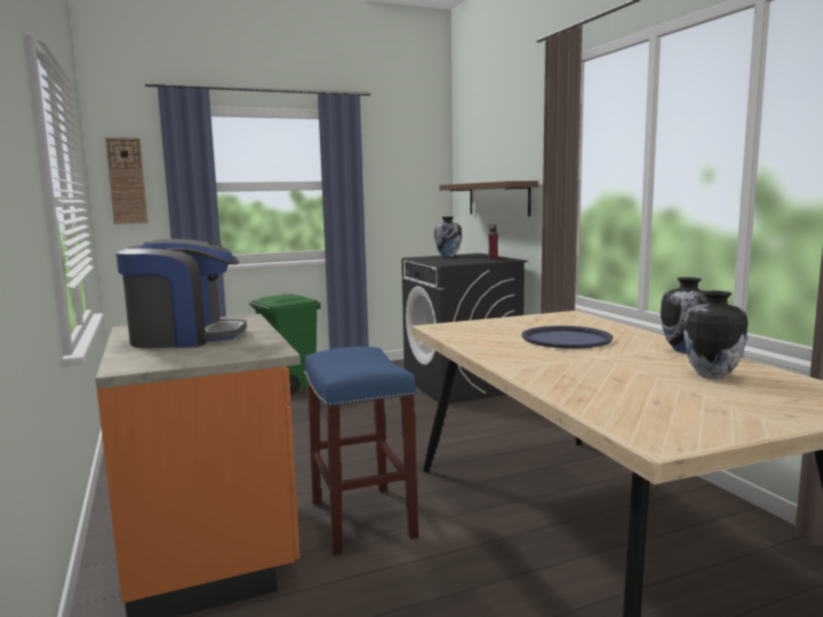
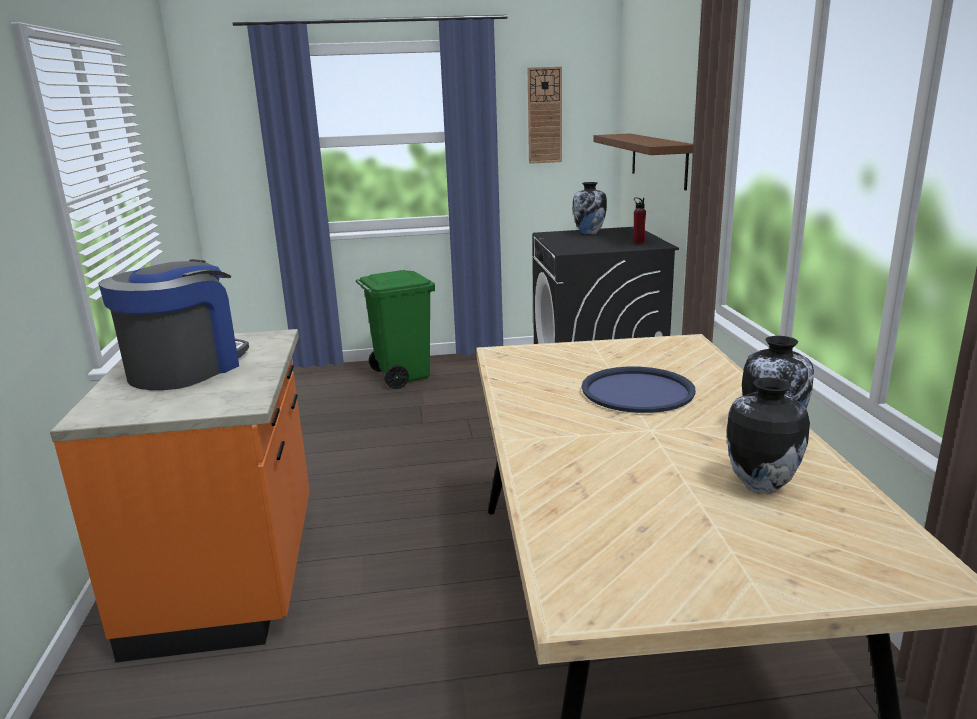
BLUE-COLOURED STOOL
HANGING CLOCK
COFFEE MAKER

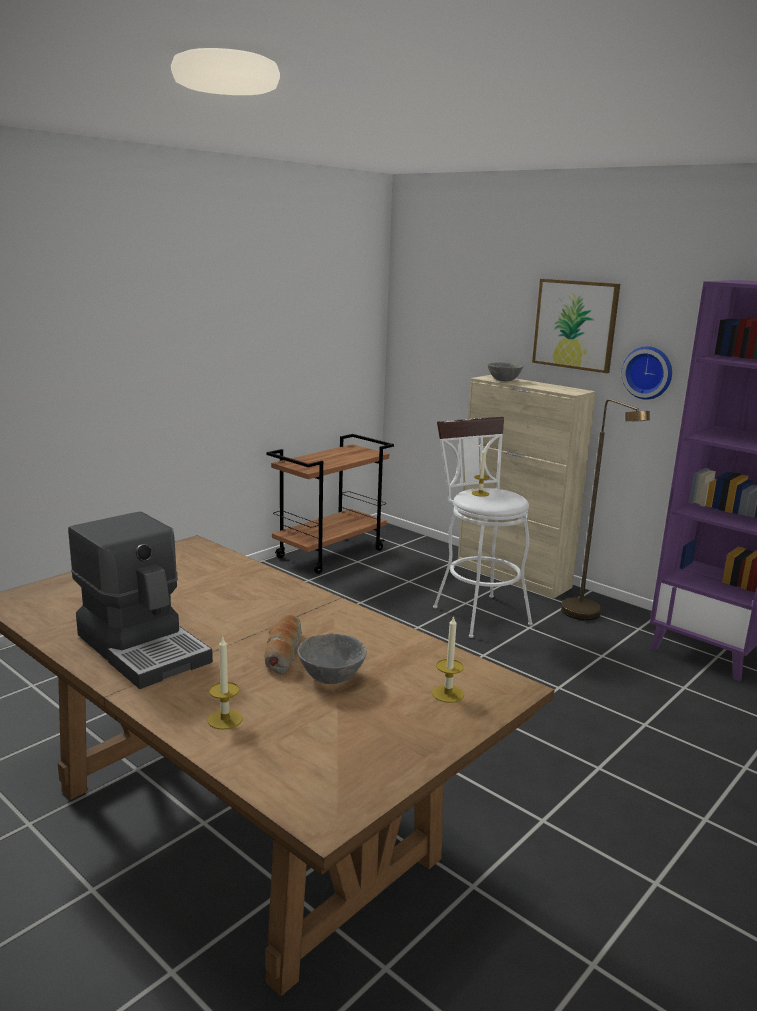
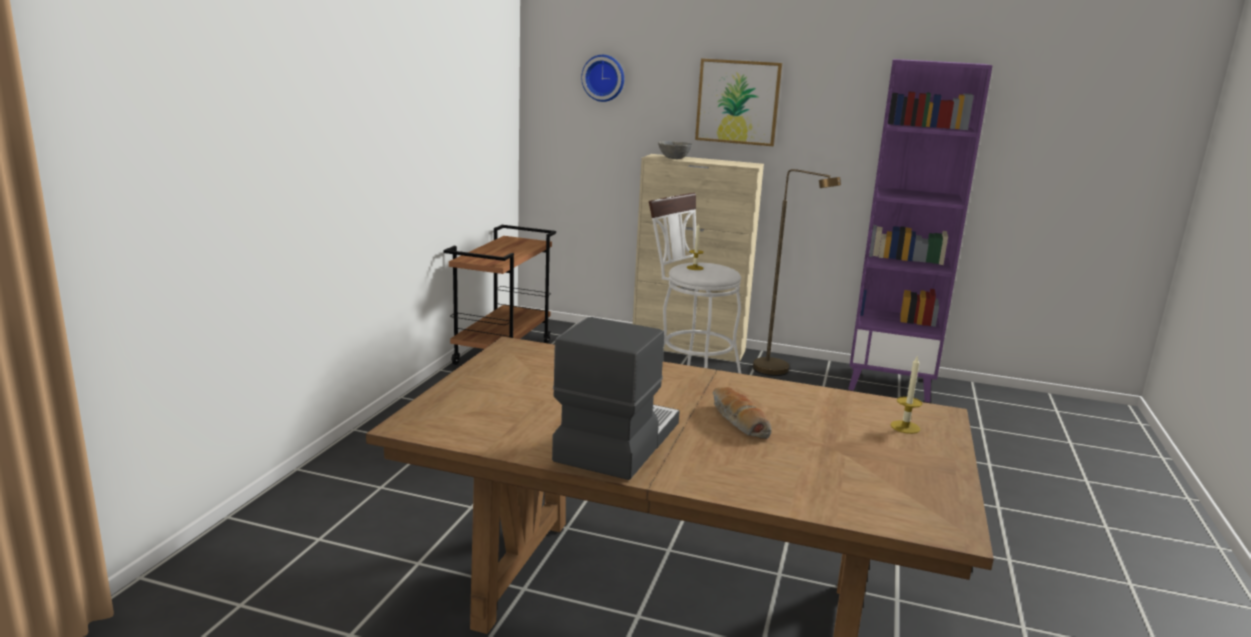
CANDLE (1st from left in the first image)
GREYISH DEEP DISH (1st from left in the first image)
HANGING CLOCK
COFFEE MAKER

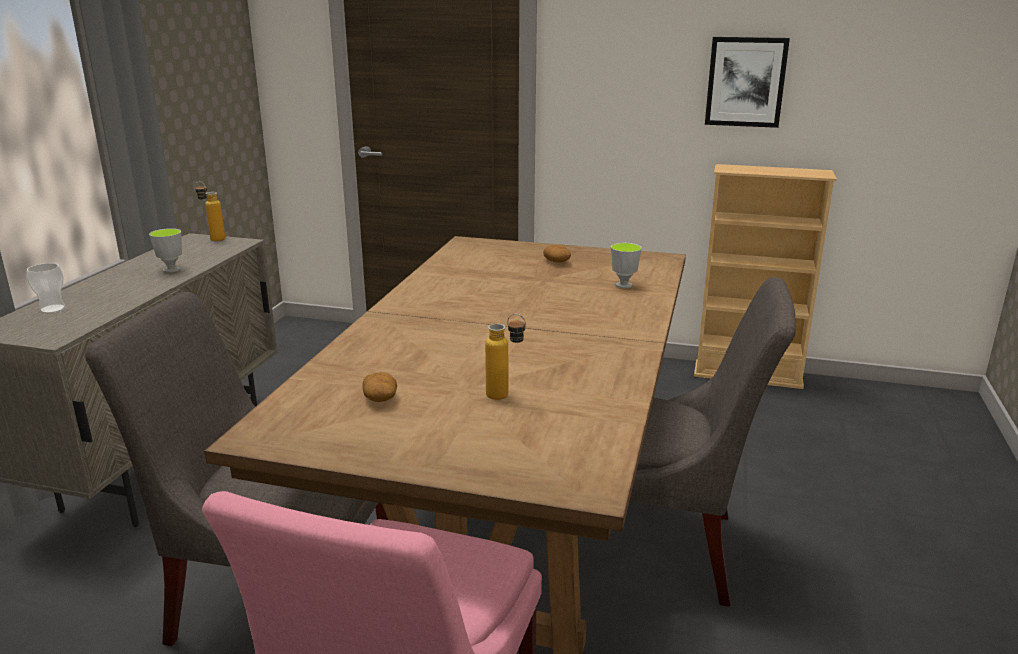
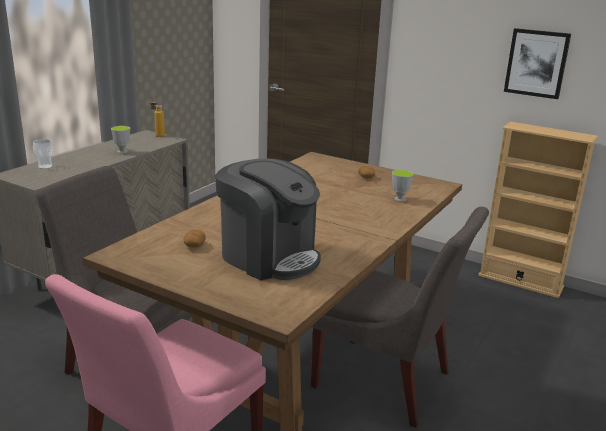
COFFEE MAKER

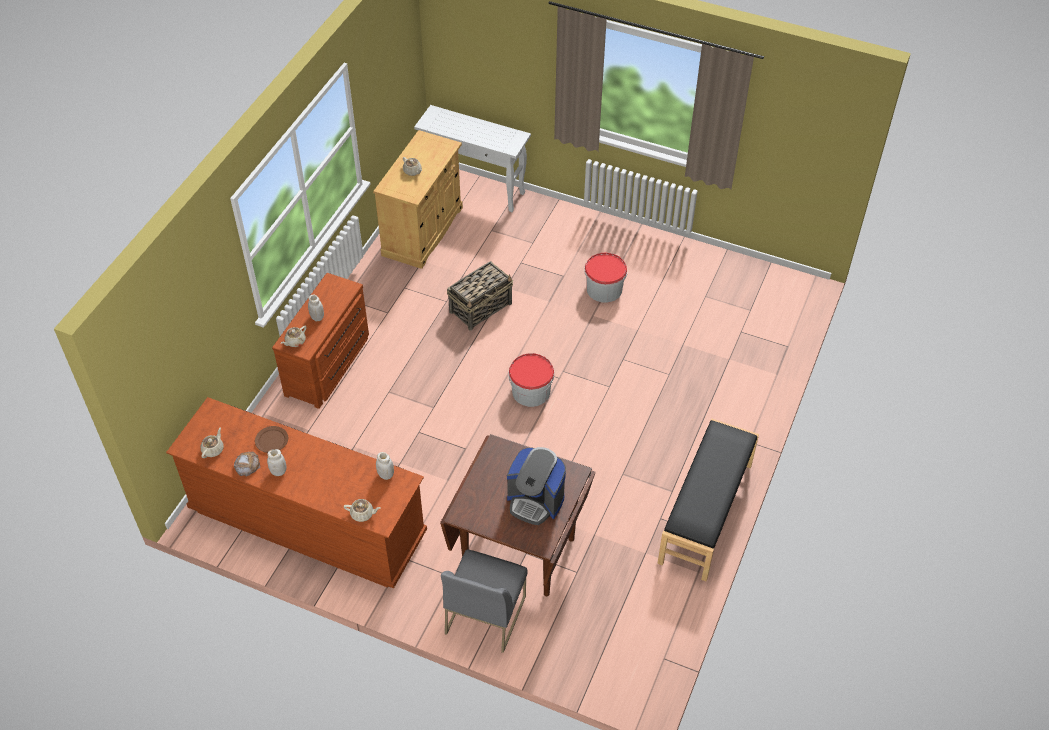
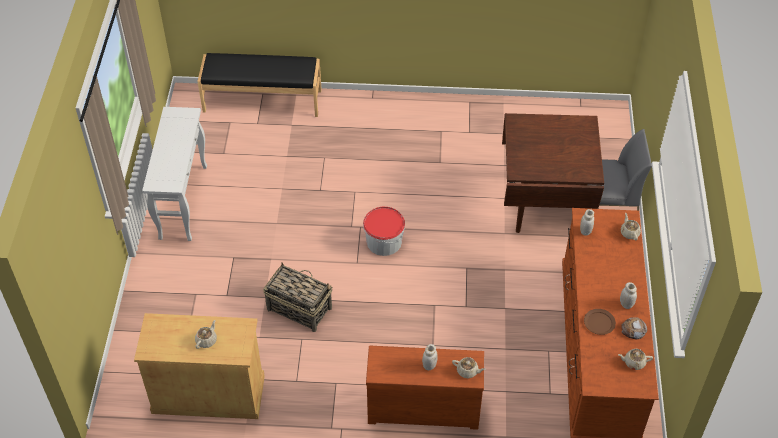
COFFEE MAKER
BUCKET (2nd from left in the first image)
WHITISH CONSOLE TABLE
BLACKISH BENCH

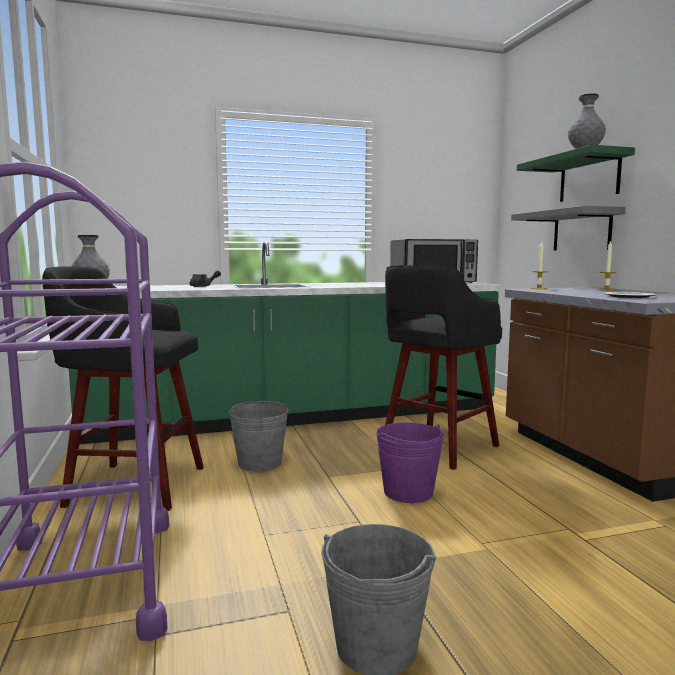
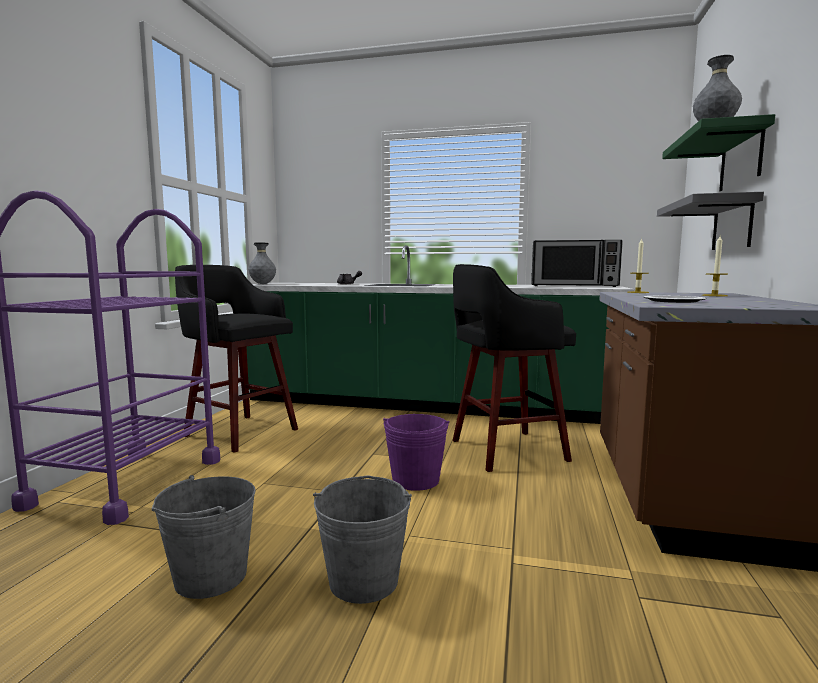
GREYISH BUCKET (2nd from left)

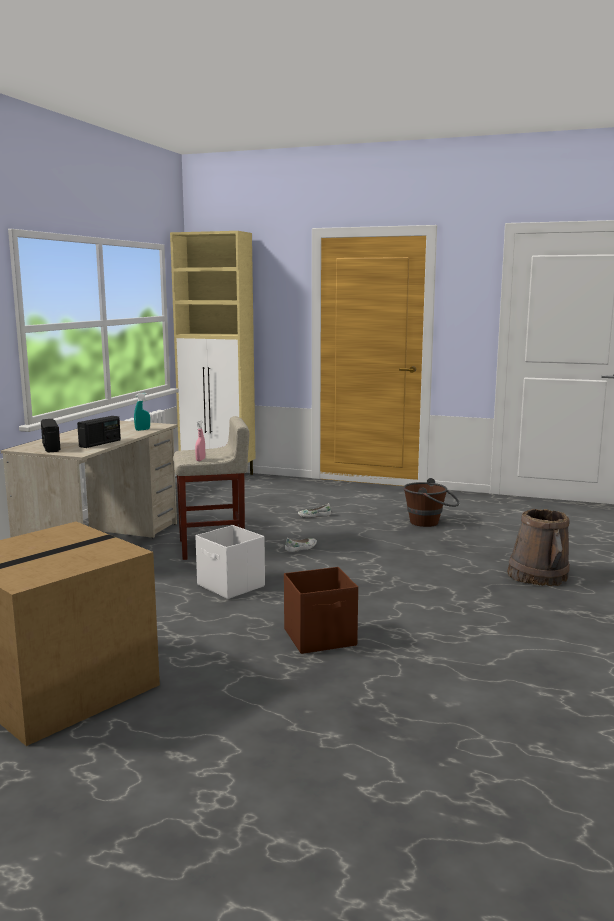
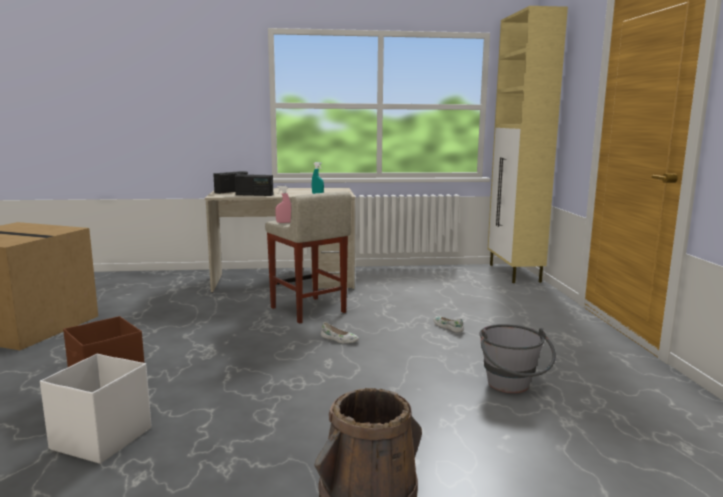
WHITISH STORAGE BOX
GREYISH BUCKET

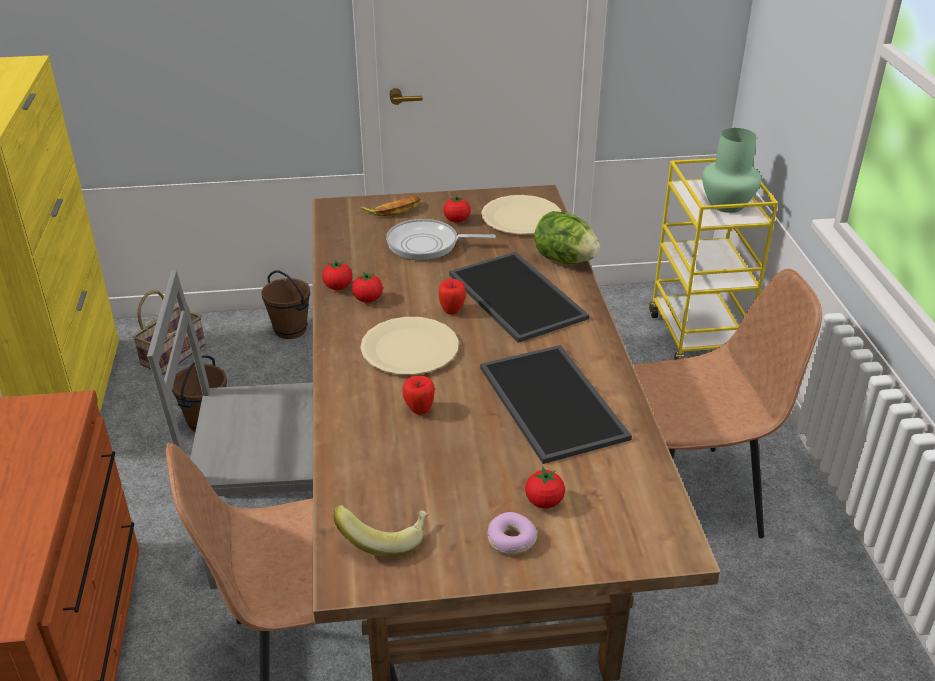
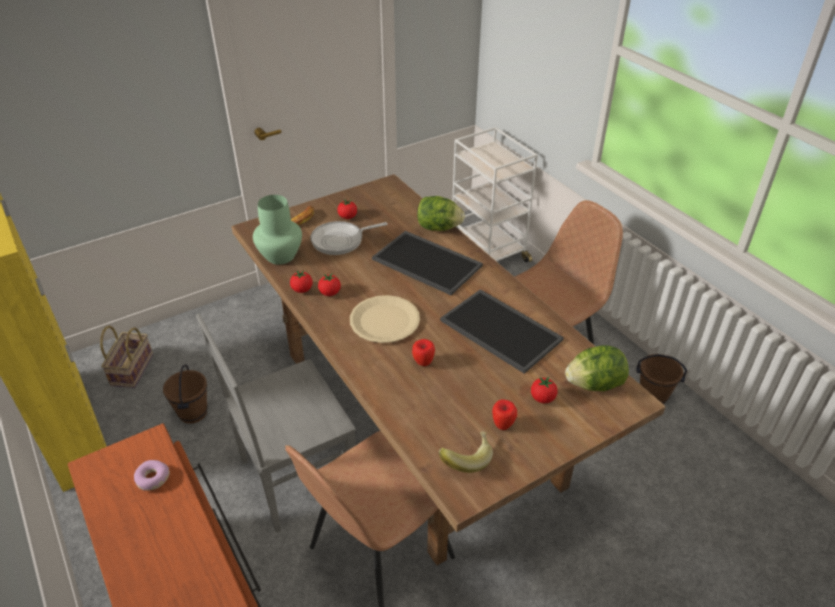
BEIGE DINNER PLATE (2nd from left in the first image)
LETTUCE HEAD (2nd from left)
BROWN-COLOURED BUCKET (2nd from left)
APPLE (2nd from left)
DONUT
GREEN VASE
WHITISH WHEELED CART

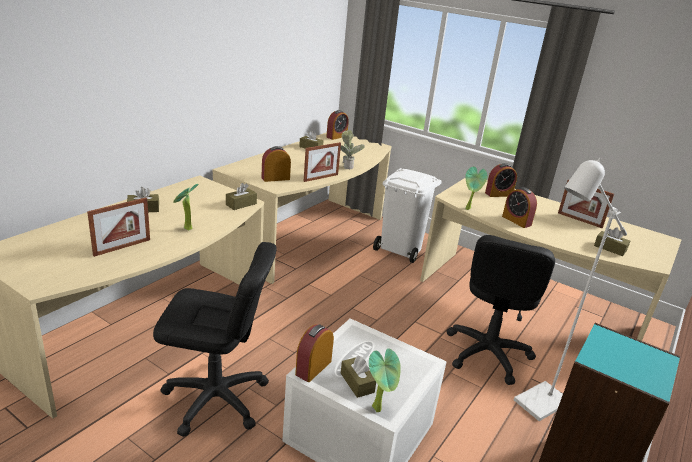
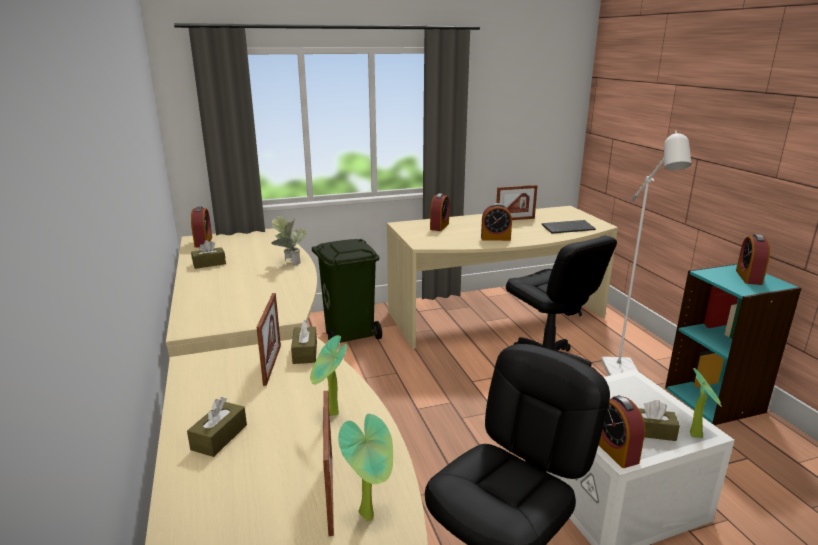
TABLE CLOCK (5th from left)
PHOTO FRAME (1st from left)
HOUSEPLANT (3rd from left)
PC KEYBOARD
GREEN WASTE BIN

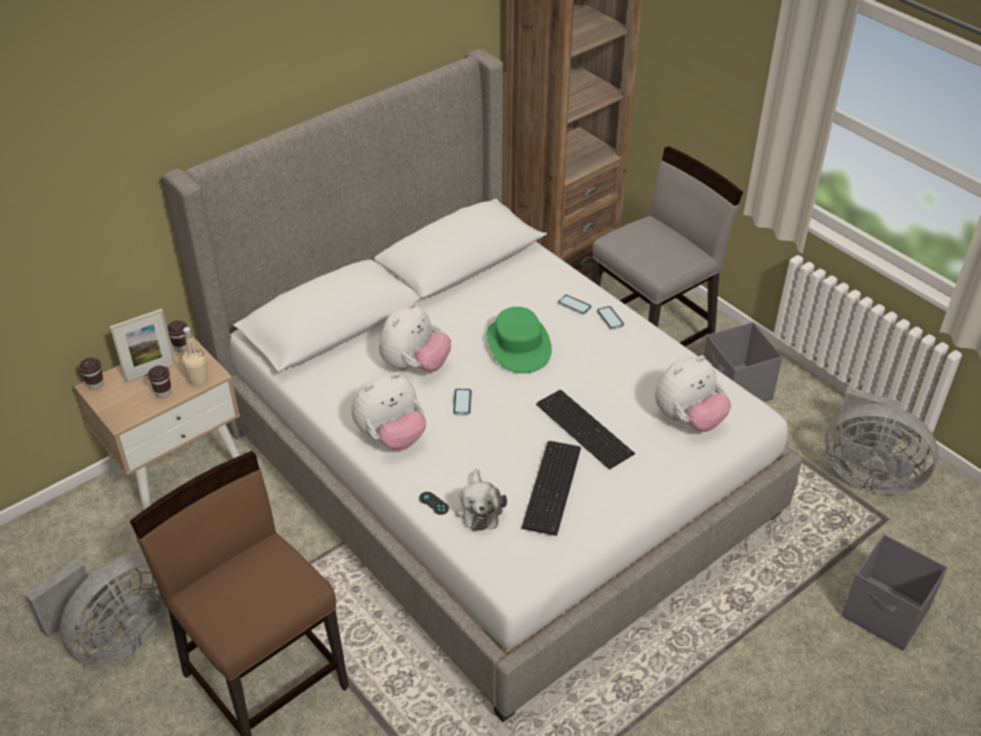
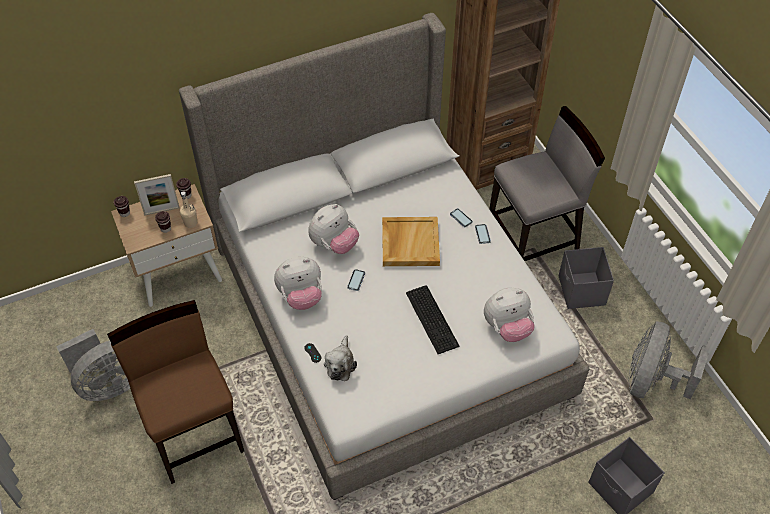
PC KEYBOARD (1st from left in the first image)
BEIGE SERVING TRAY
GREYISH ELECTRIC FAN (2nd from left)

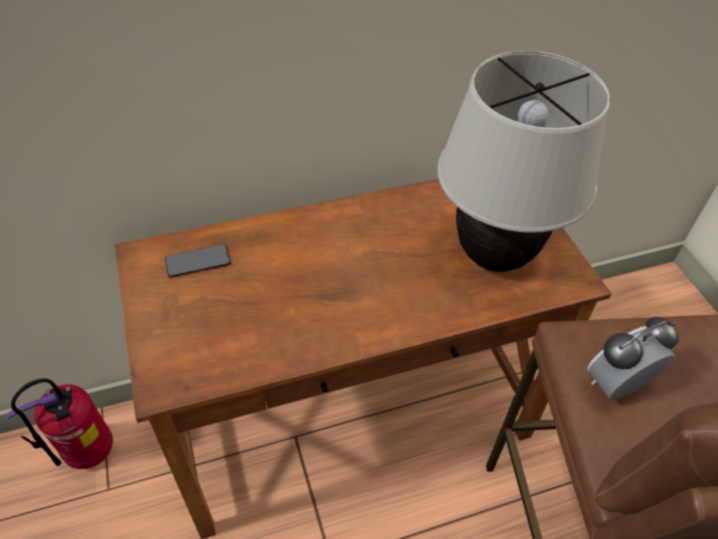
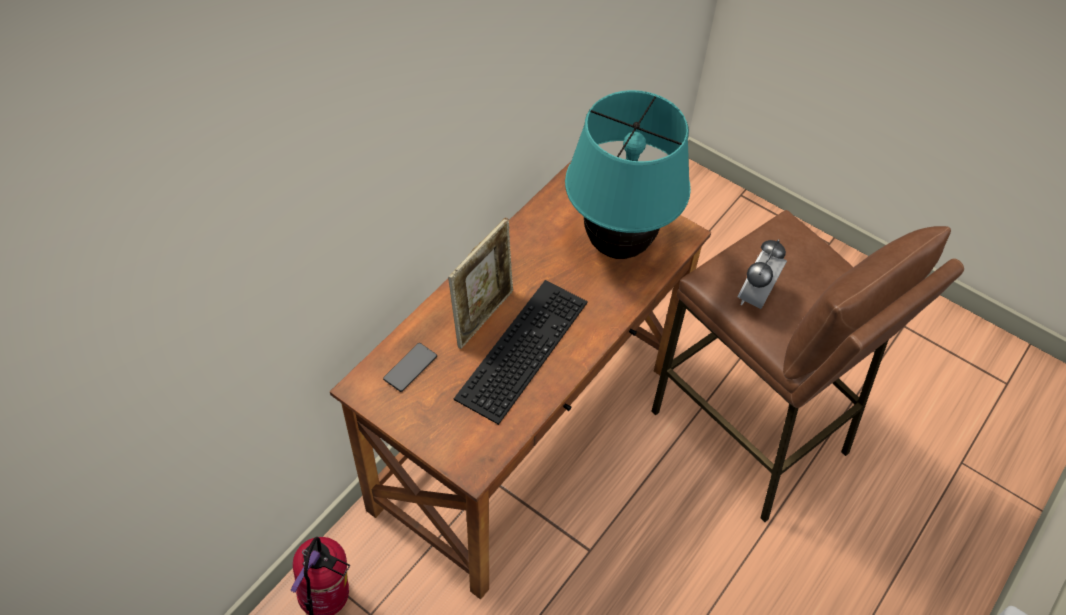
PHOTO FRAME
PC KEYBOARD
BLUE-GREEN LAMP FOR A TABLE

